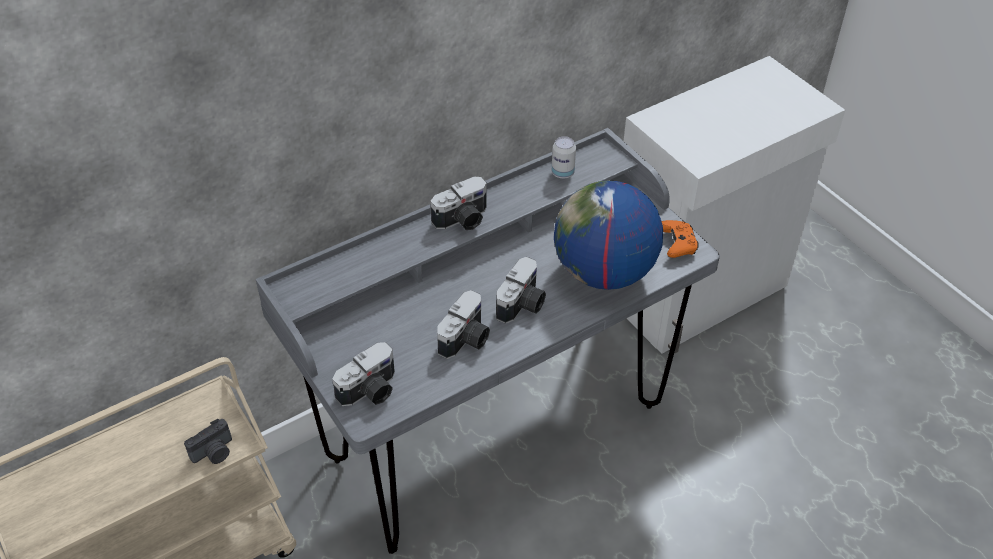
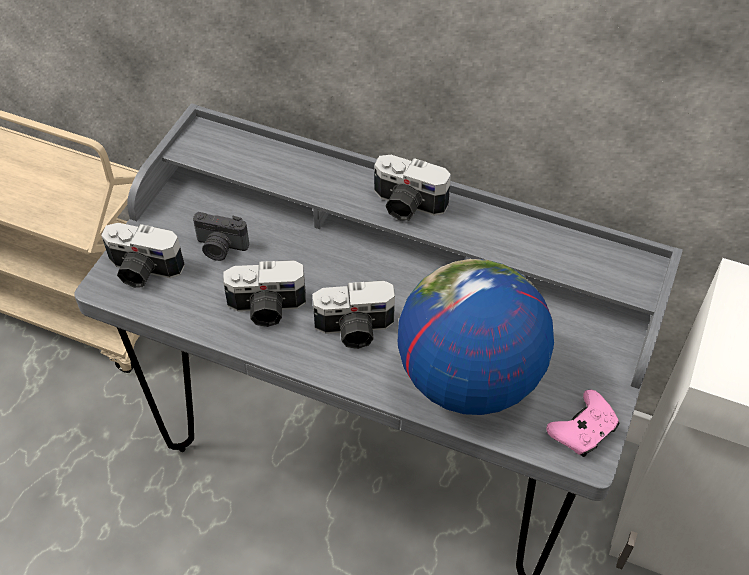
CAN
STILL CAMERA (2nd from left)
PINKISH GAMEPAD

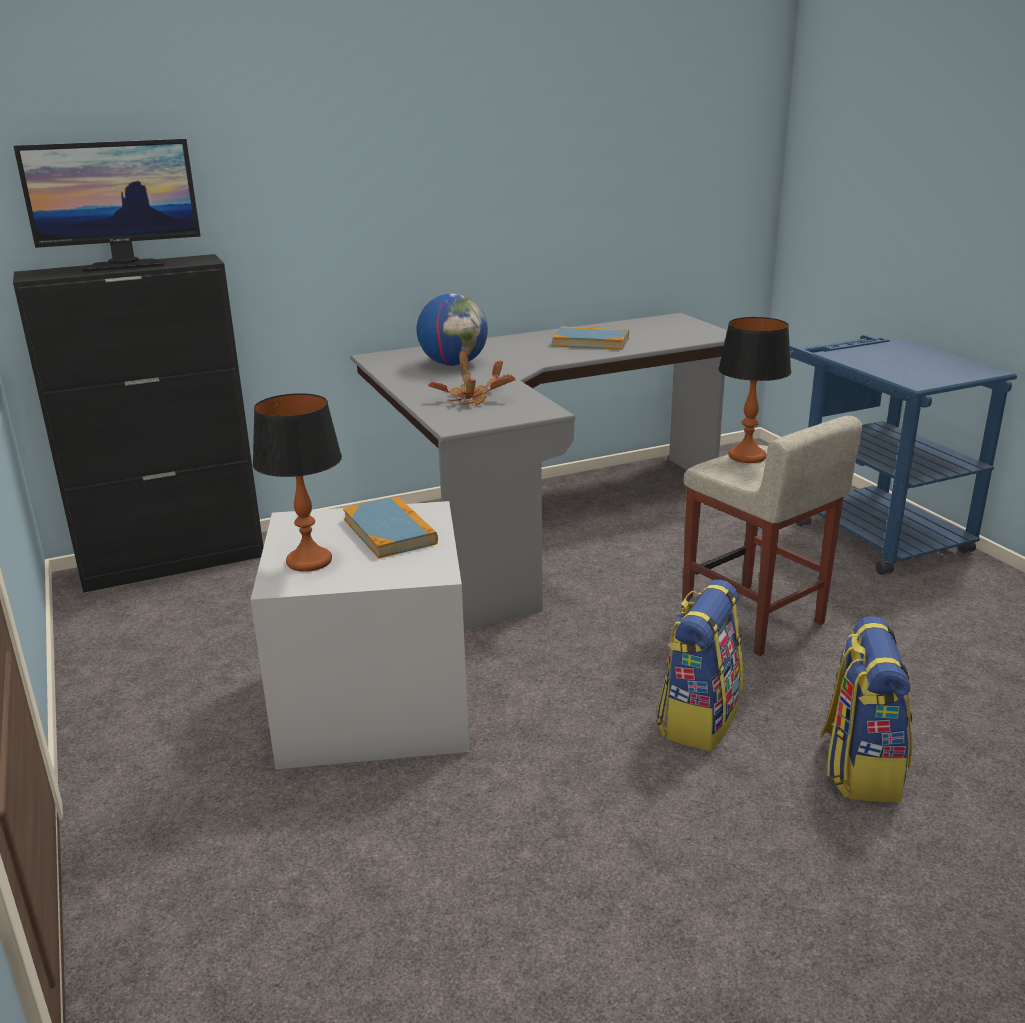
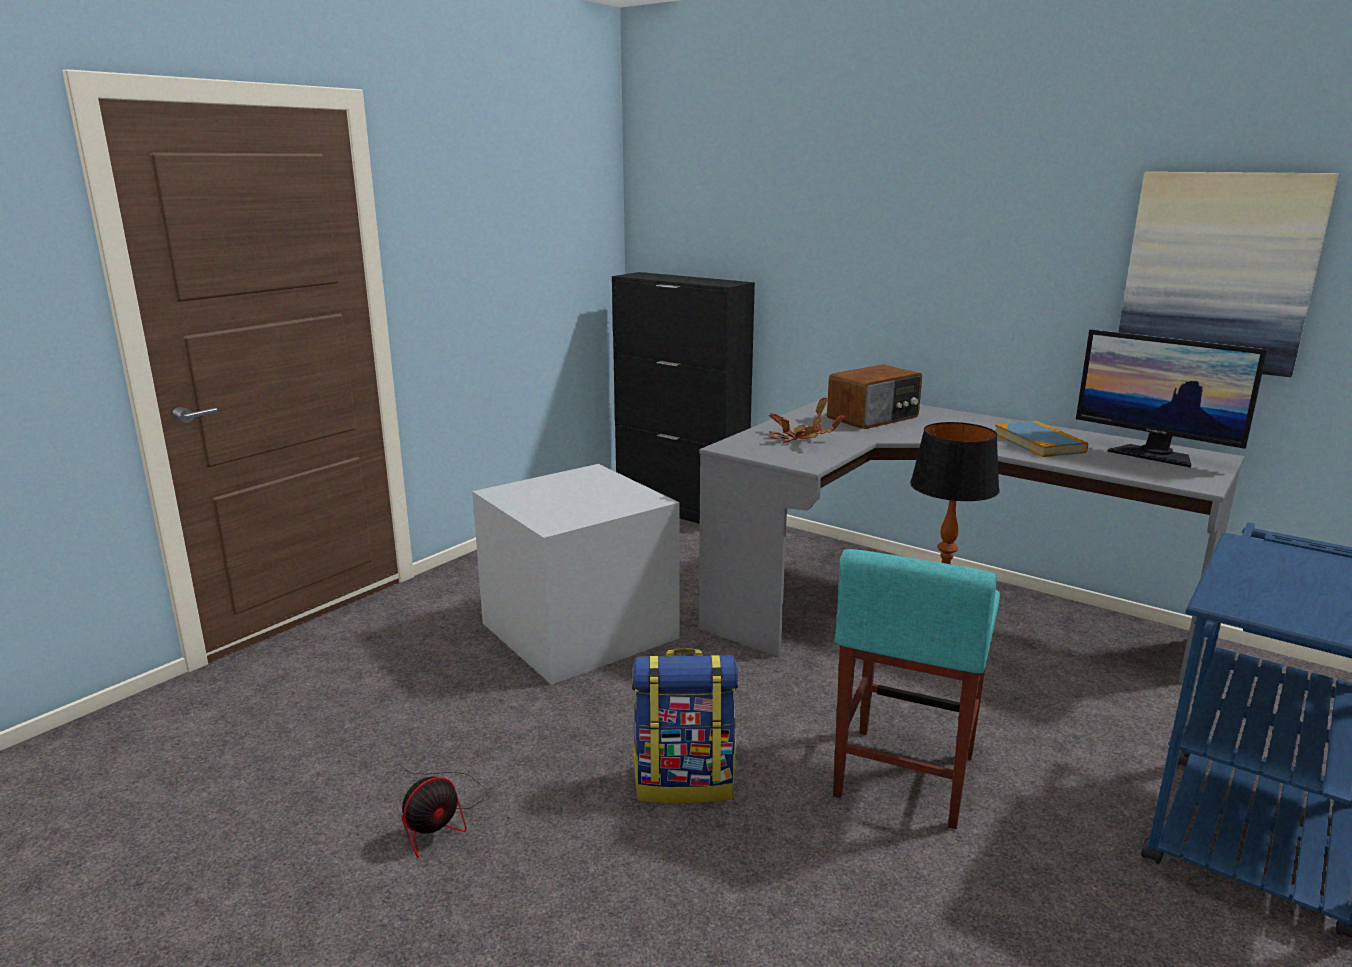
LAMP FOR A TABLE (1st from left in the first image)
BOOK (1st from left in the first image)
BACKPACK (2nd from left in the first image)
ELECTRIC FAN
WALL PICTURE
COMPUTER DISPLAY
RADIO
BLUE-GREEN STOOL

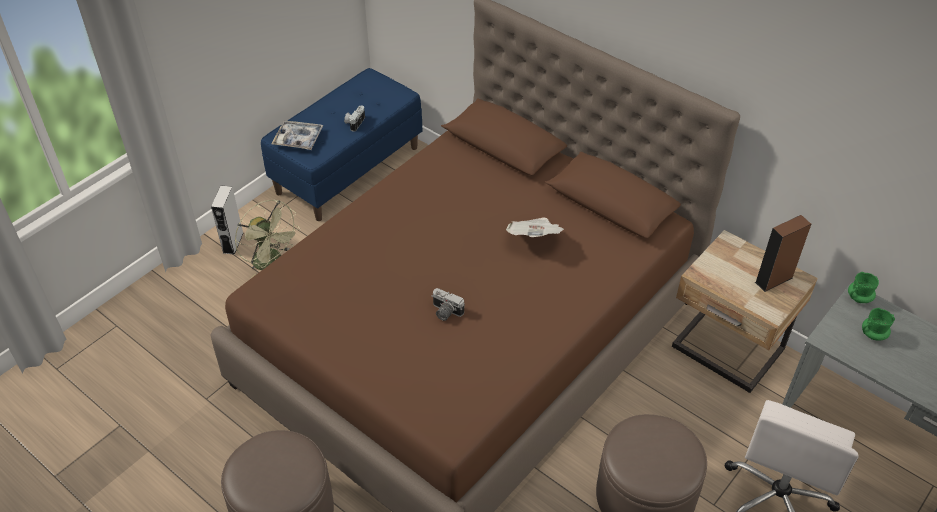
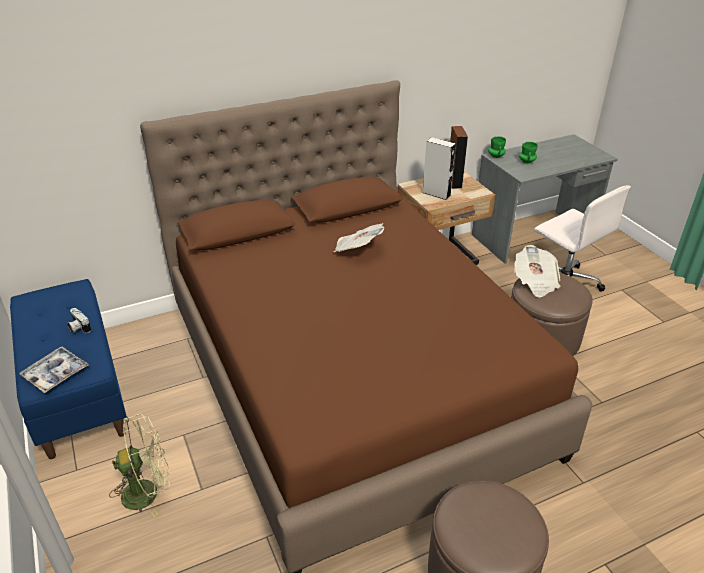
STILL CAMERA (2nd from left in the first image)
PRINTED PAPER (2nd from left)
GREYISH AUDIO SPEAKER

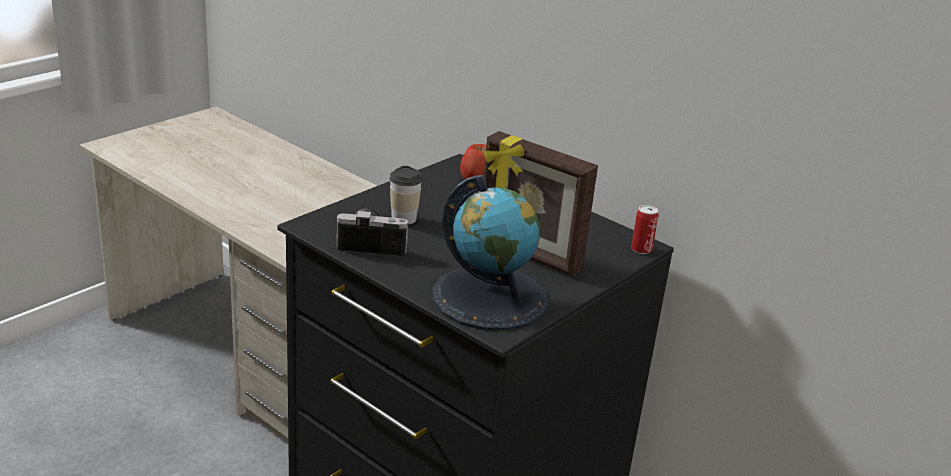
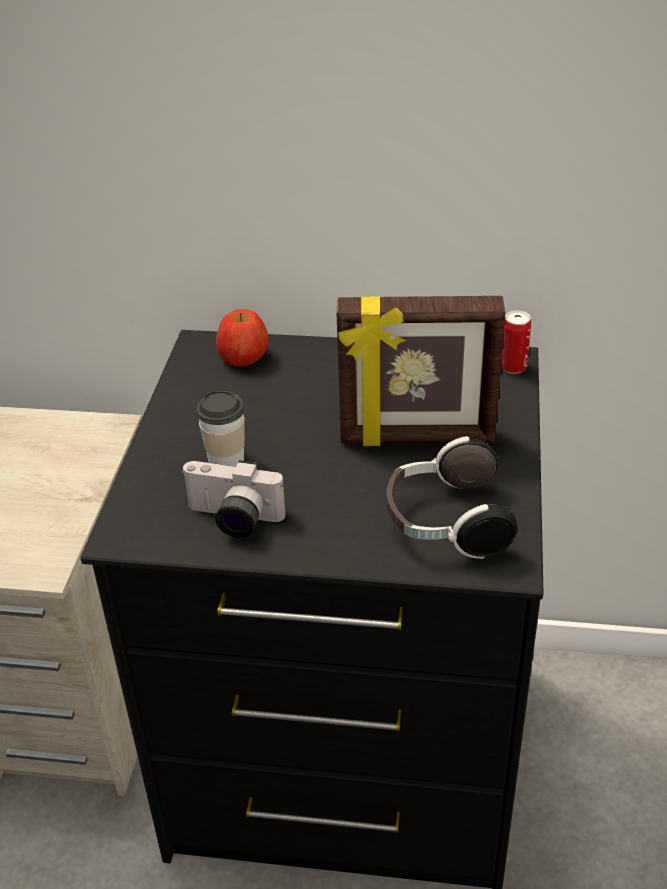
HEADPHONES
STILL CAMERA

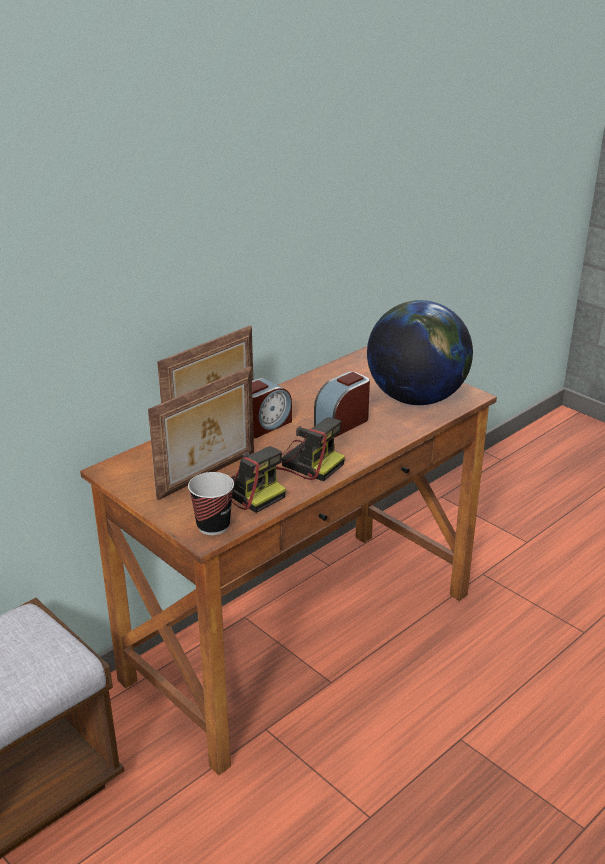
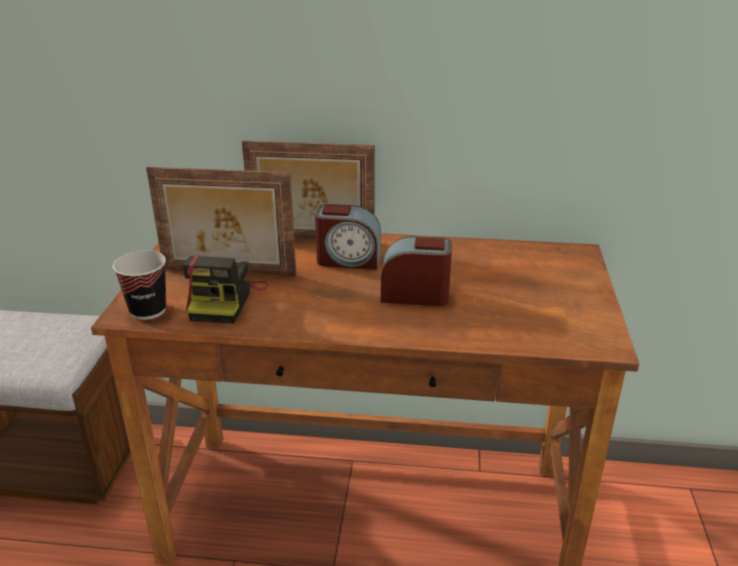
STILL CAMERA (2nd from left in the first image)
WORLD GLOBE

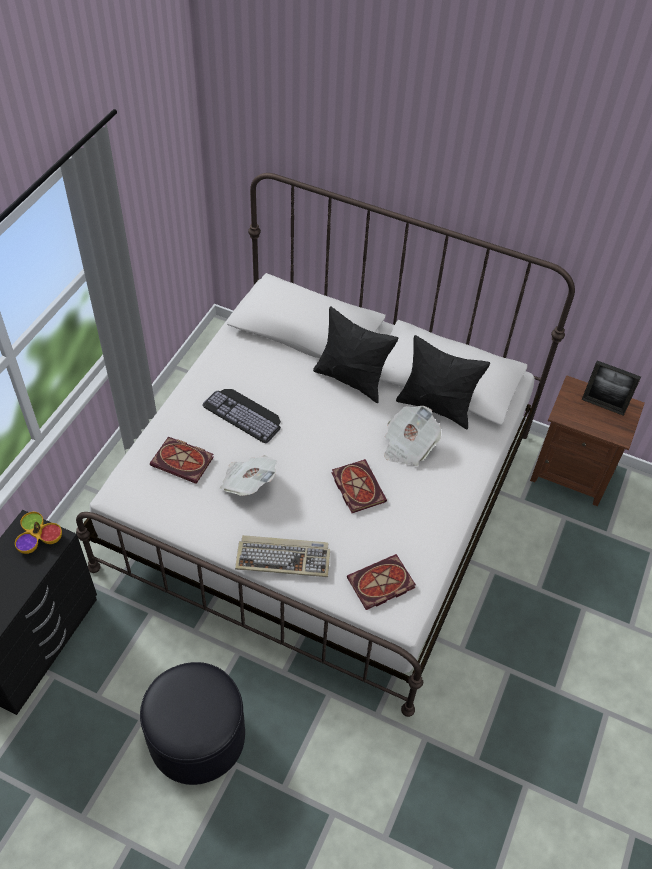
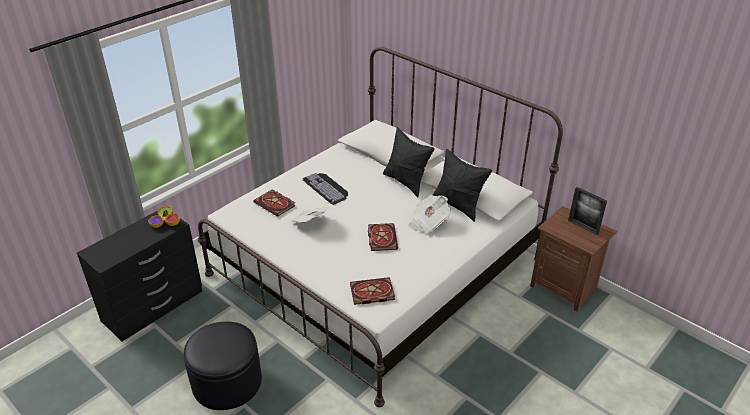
PC KEYBOARD (2nd from left in the first image)

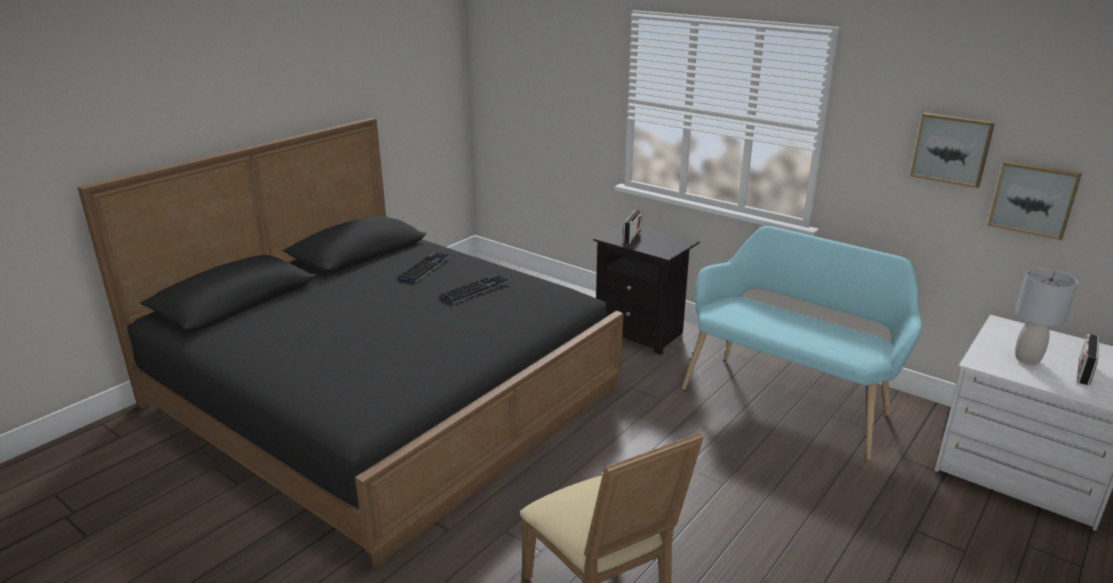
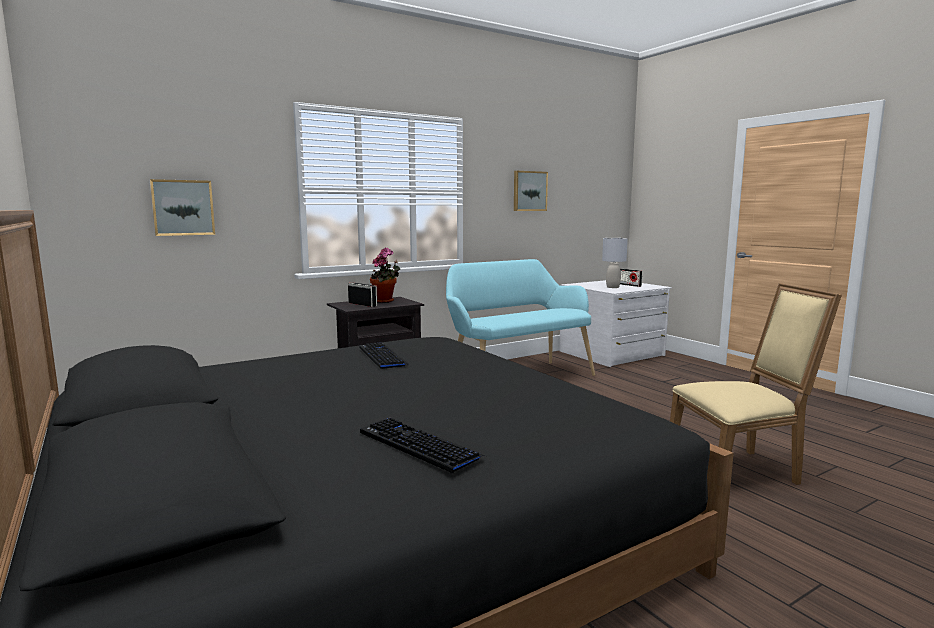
HOUSEPLANT
PC KEYBOARD (2nd from left)
WALL PICTURE (1st from left)

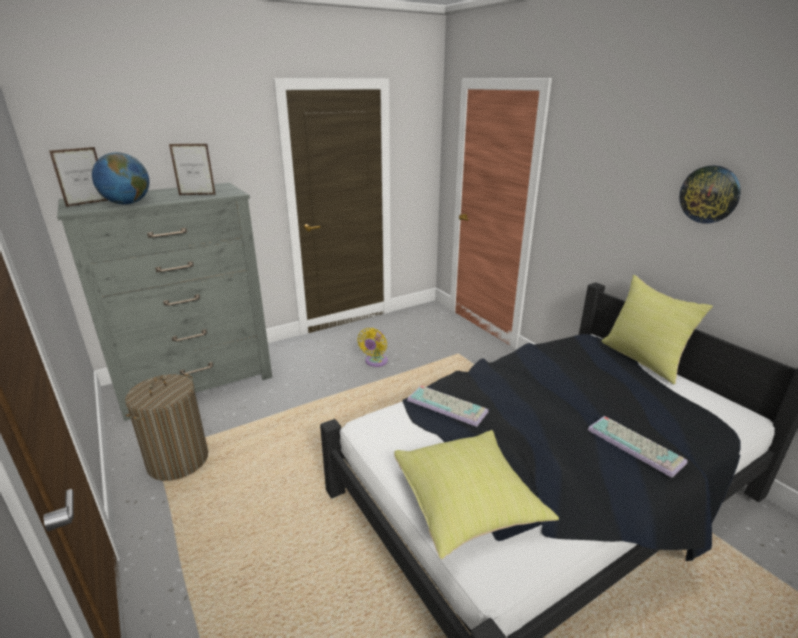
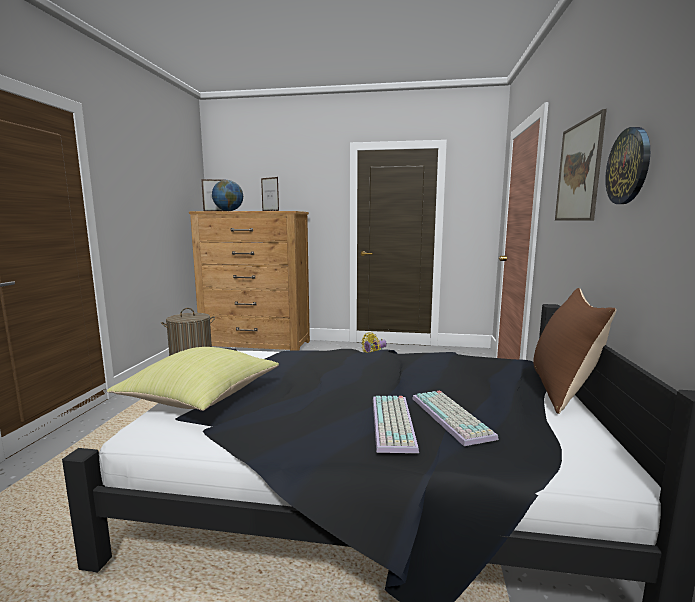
WALL PICTURE
PC KEYBOARD (2nd from left)
BROWN-COLOURED CHEST OF DRAWERS
BROWN-COLOURED CUSHION

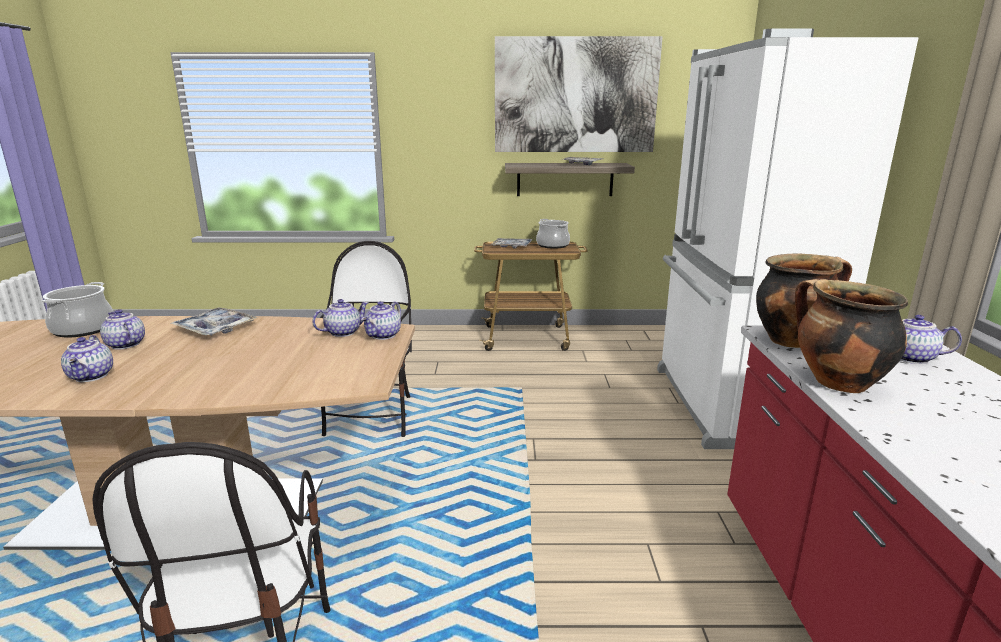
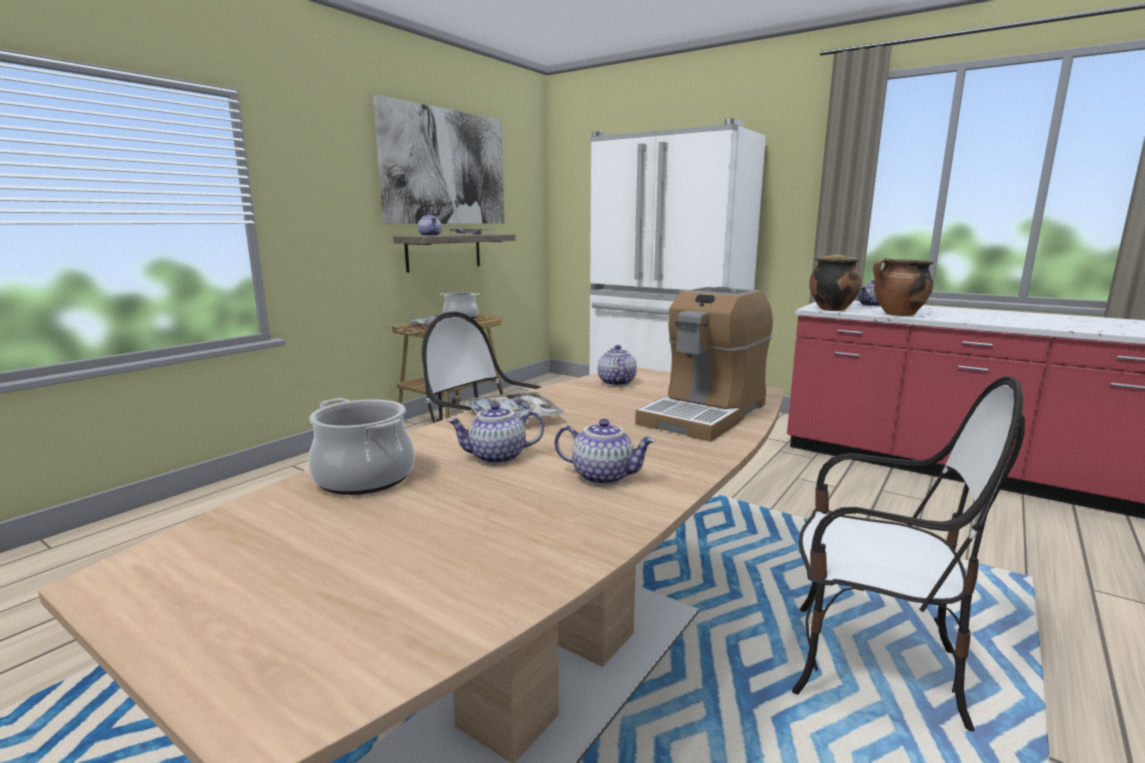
COFFEE MAKER
POT FOR TEA (1st from left)

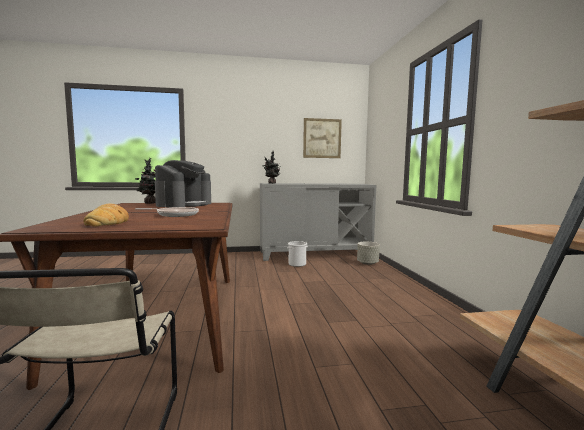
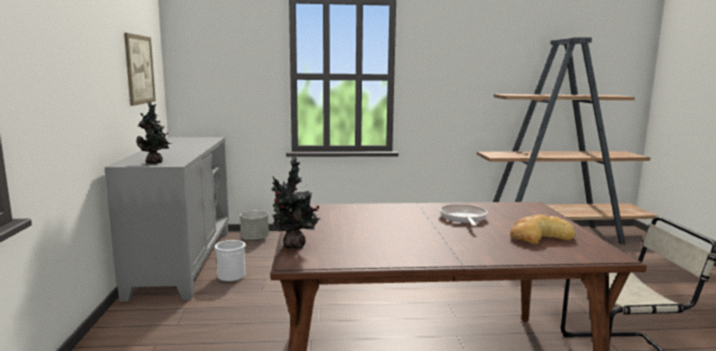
COFFEE MAKER

